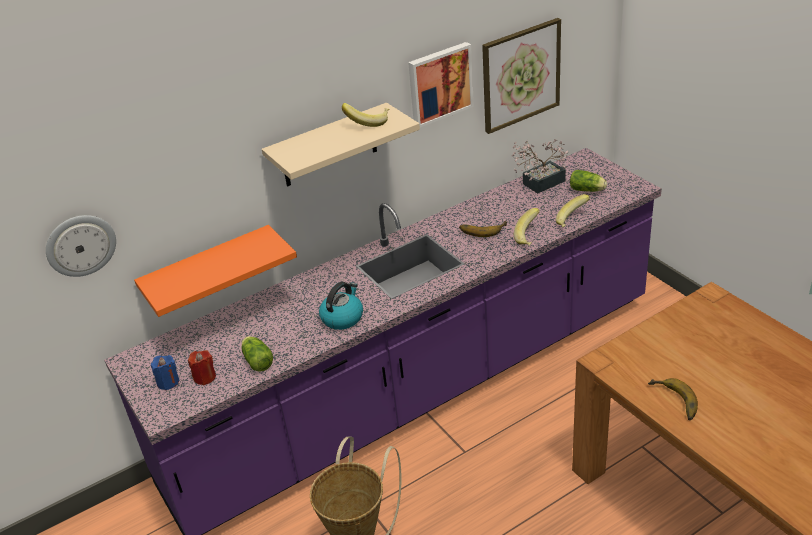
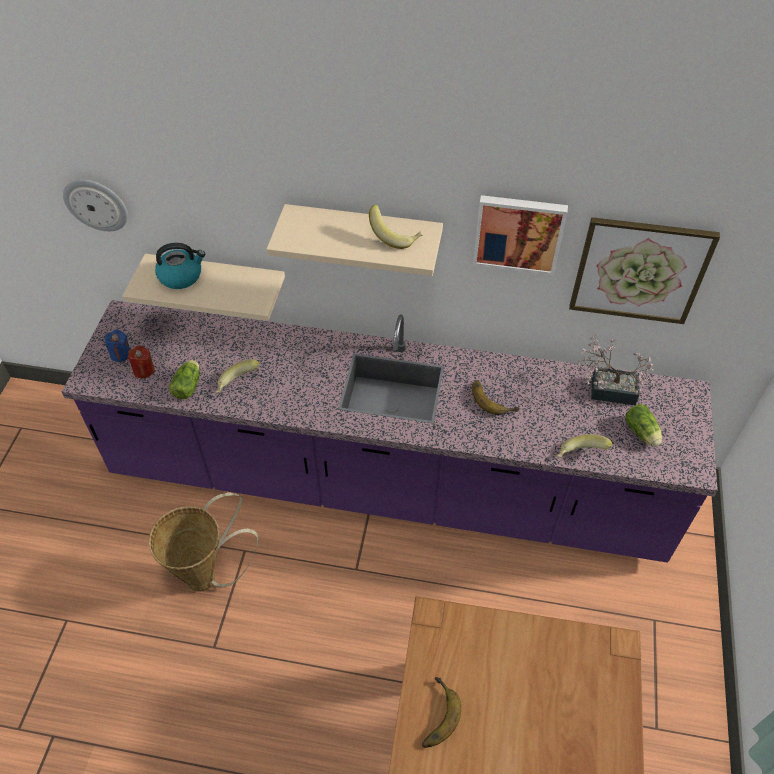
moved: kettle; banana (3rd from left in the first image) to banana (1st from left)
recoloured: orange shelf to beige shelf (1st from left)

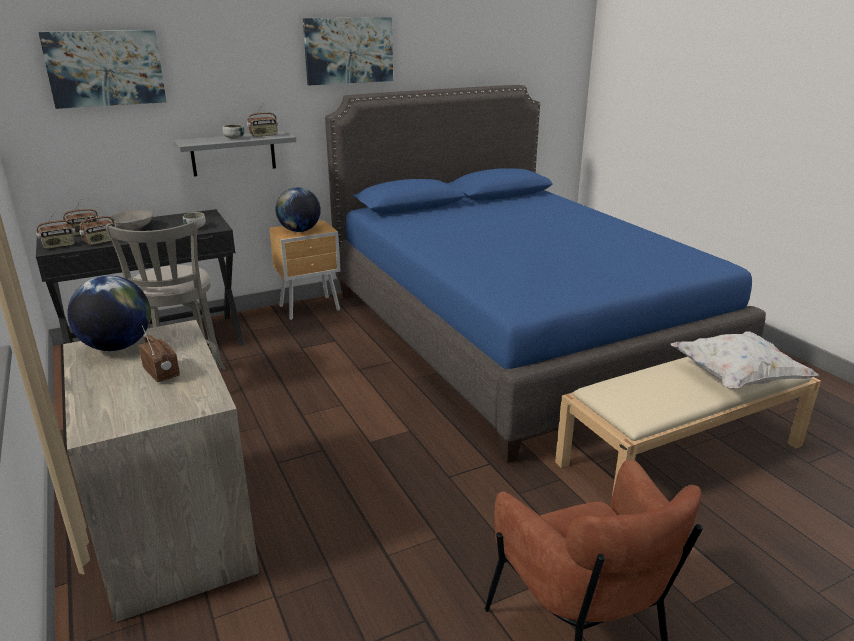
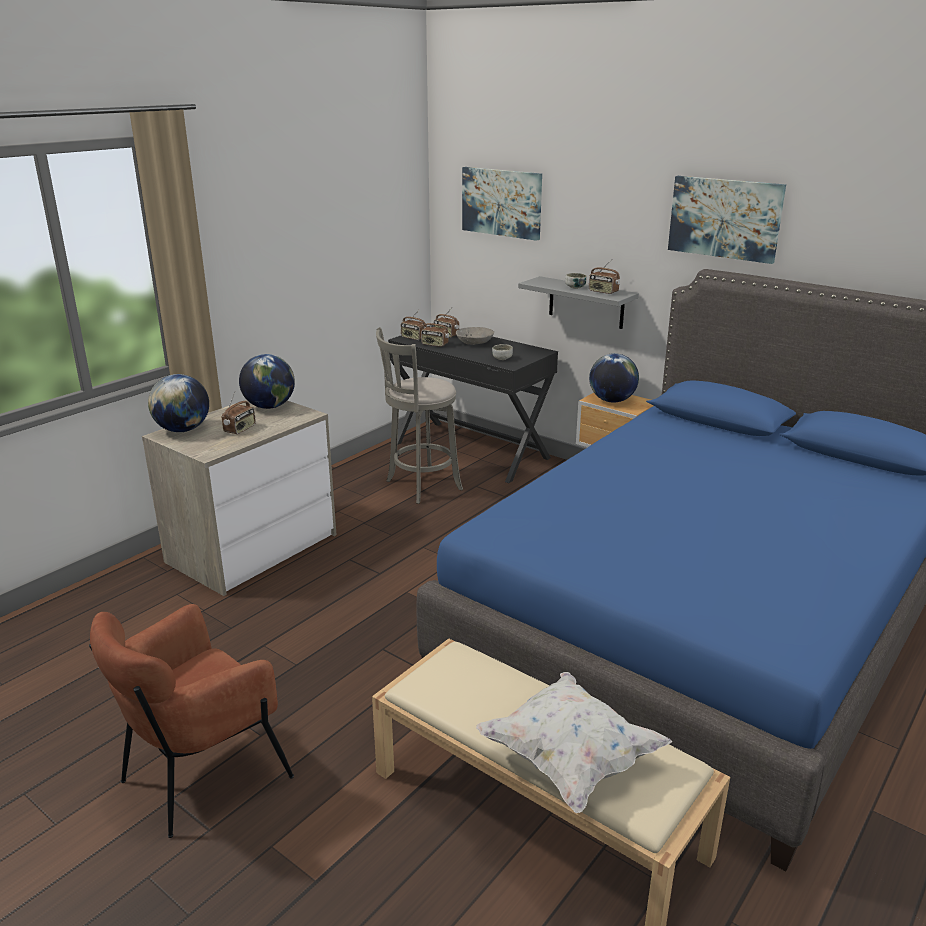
added: globe (1st from left)

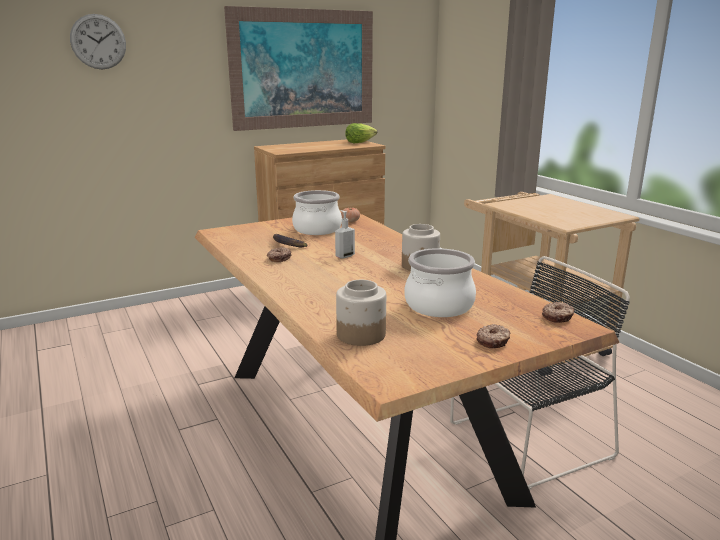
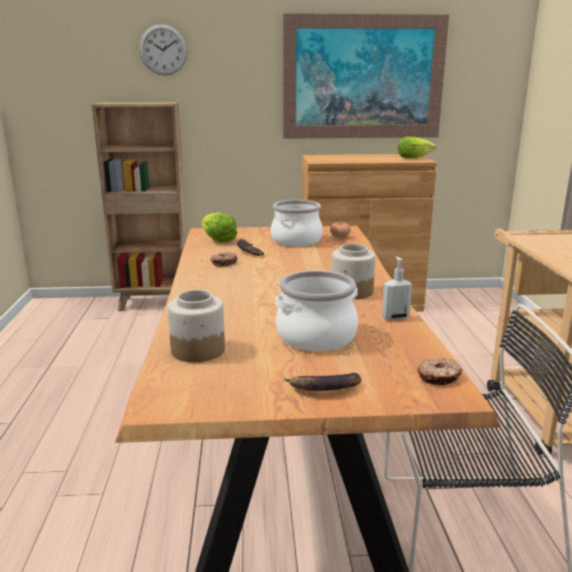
added: brown bookcase; lettuce (1st from left)
moved: soap dispenser
replaced: donut (2nd from left) to banana (2nd from left)

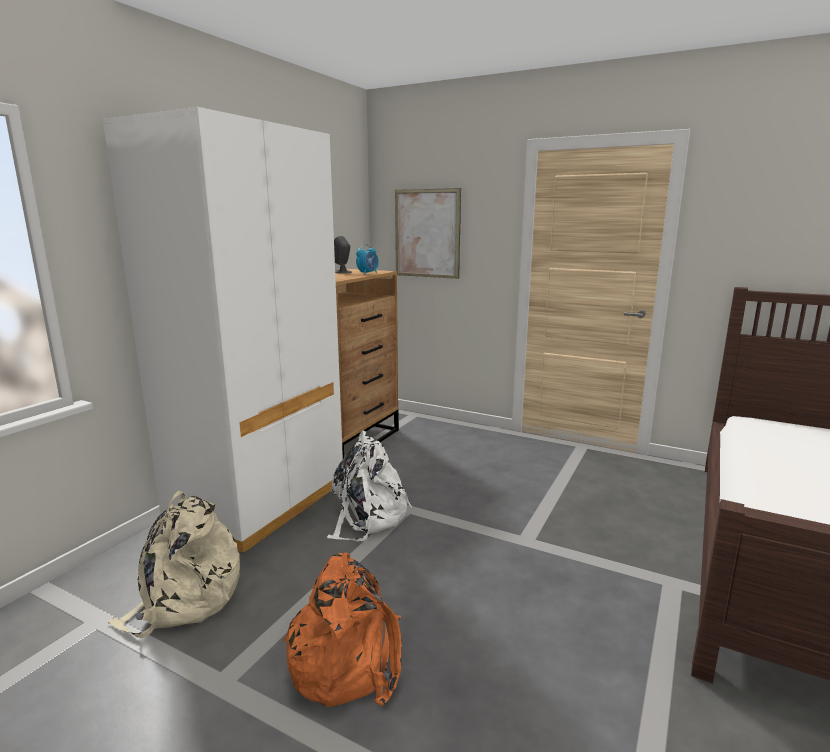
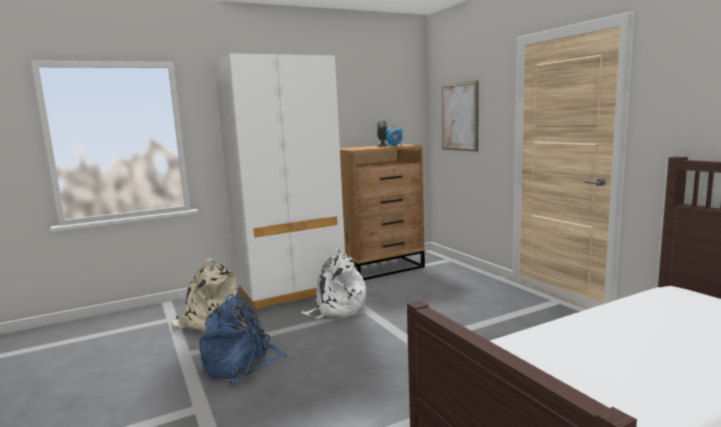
recoloured: orange backpack to blue backpack

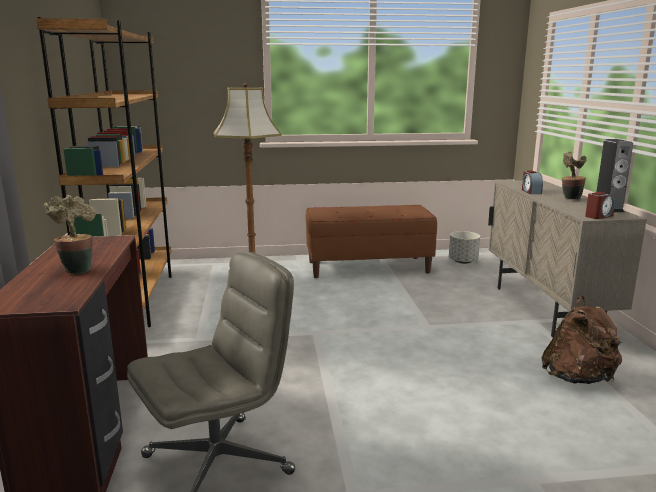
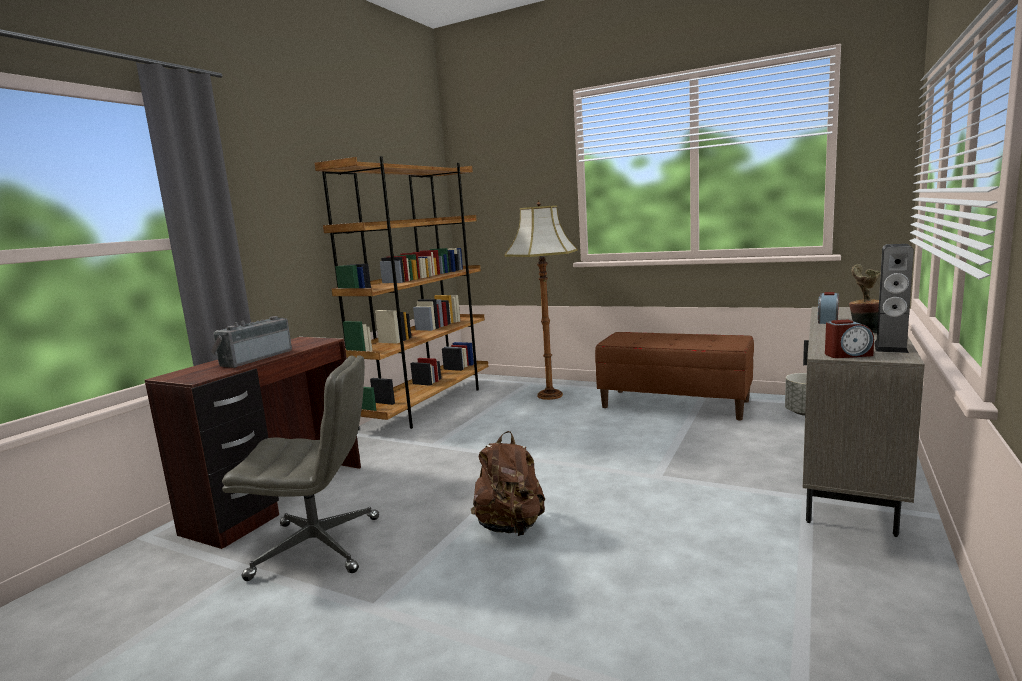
moved: brown backpack
replaced: potted plant (1st from left) to radio

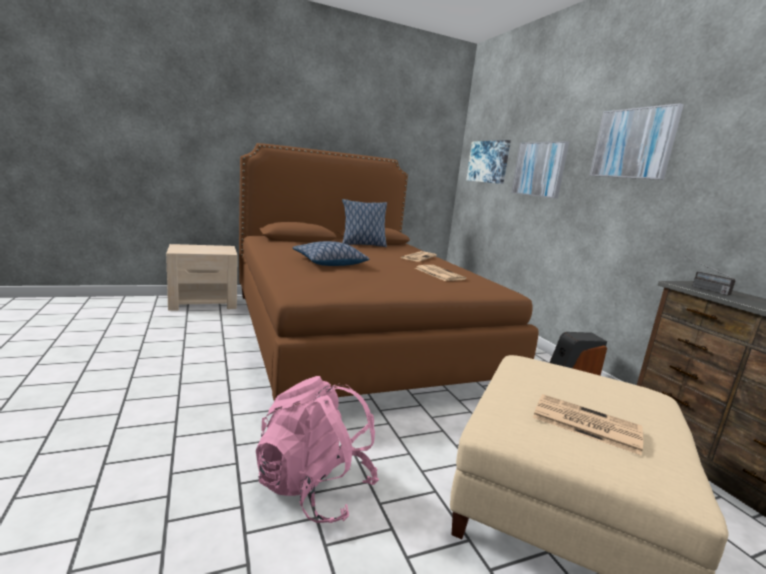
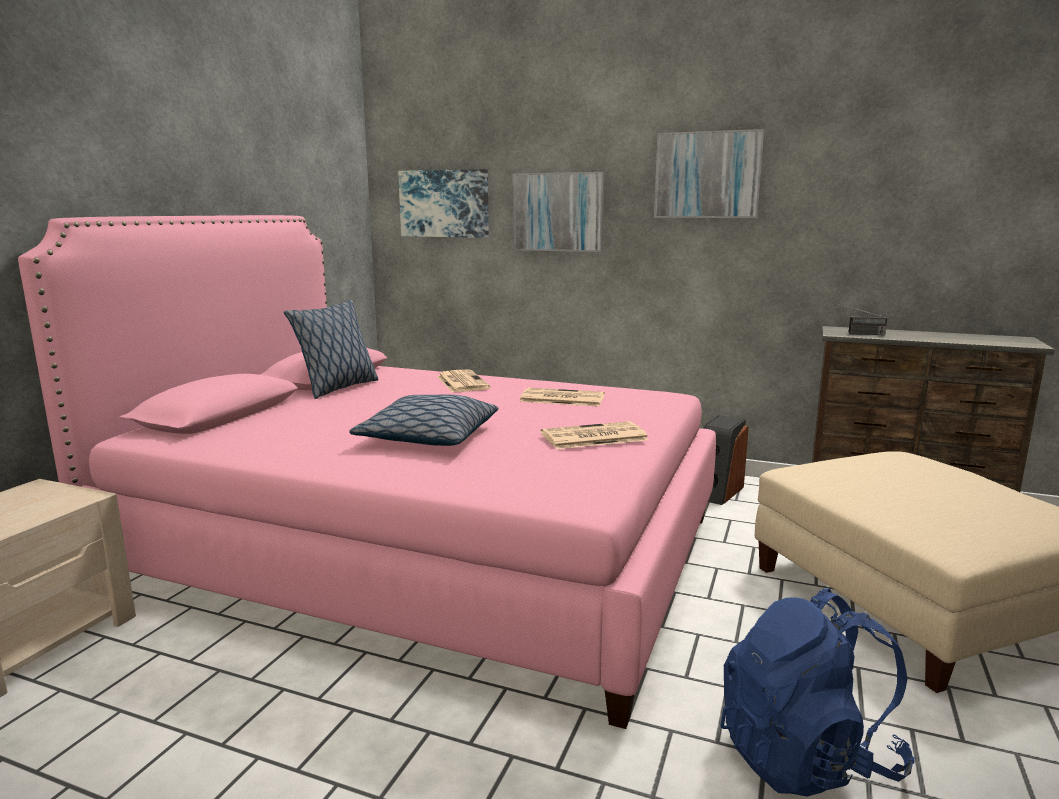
moved: newspaper (3rd from left)
recoloured: brown bed to pink bed; pink backpack to blue backpack

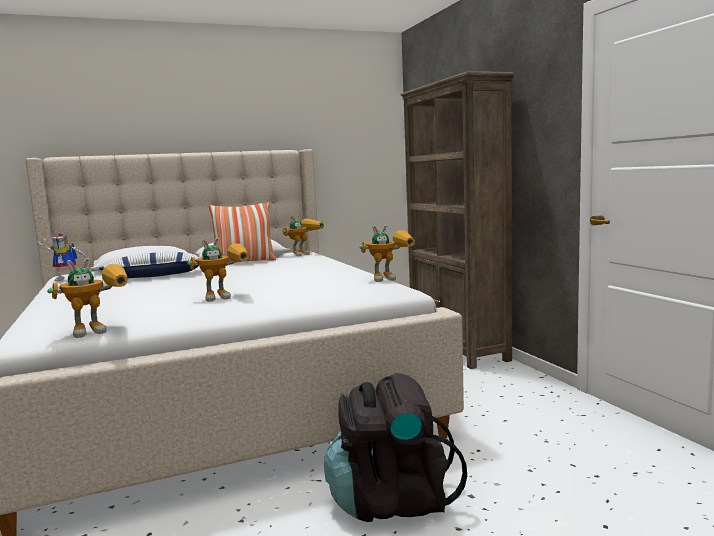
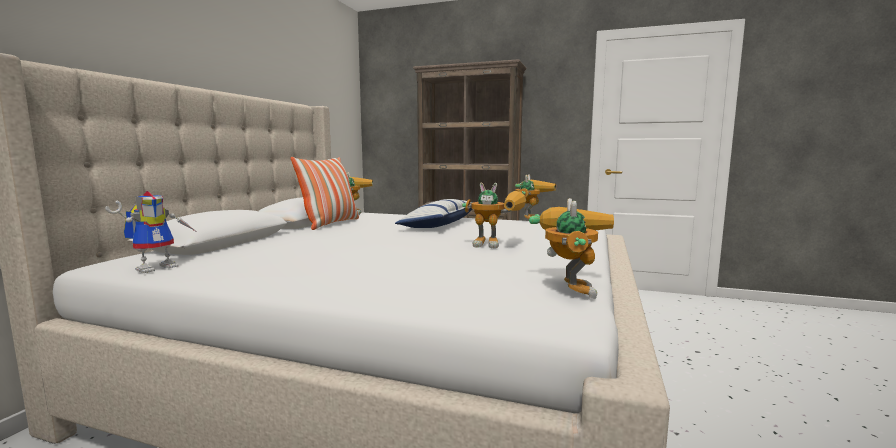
removed: black backpack
moved: pillow (1st from left in the first image) to pillow (2nd from left)
turned: toy robot (3rd from left) 90 degrees clockwise

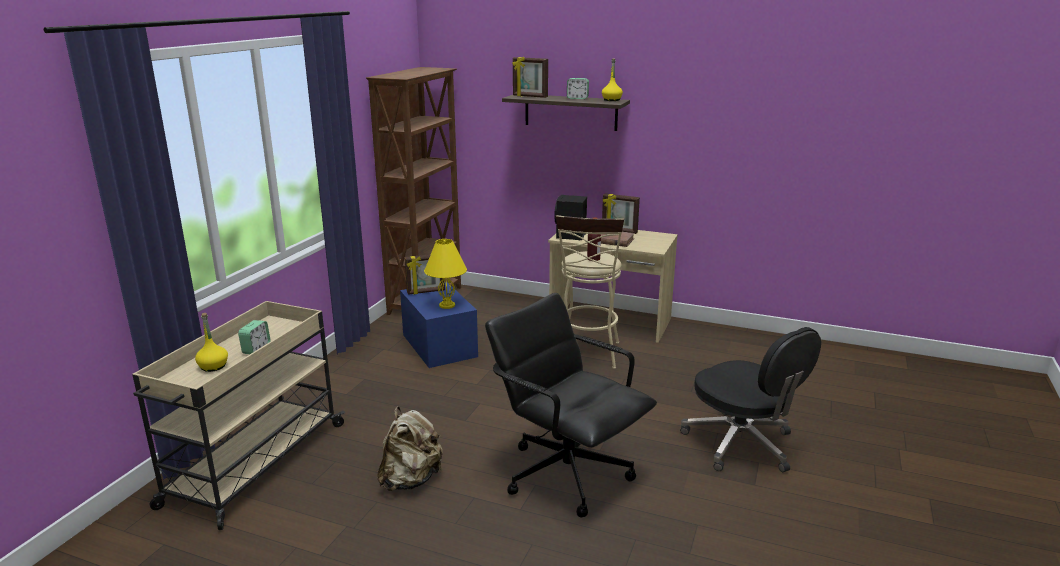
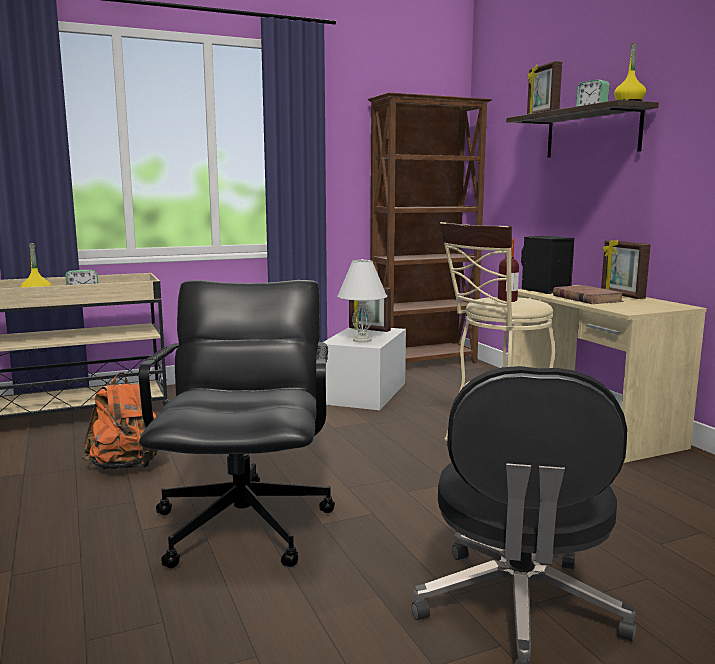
recoloured: beige backpack to orange backpack; blue storage box to white storage box; yellow table lamp to white table lamp

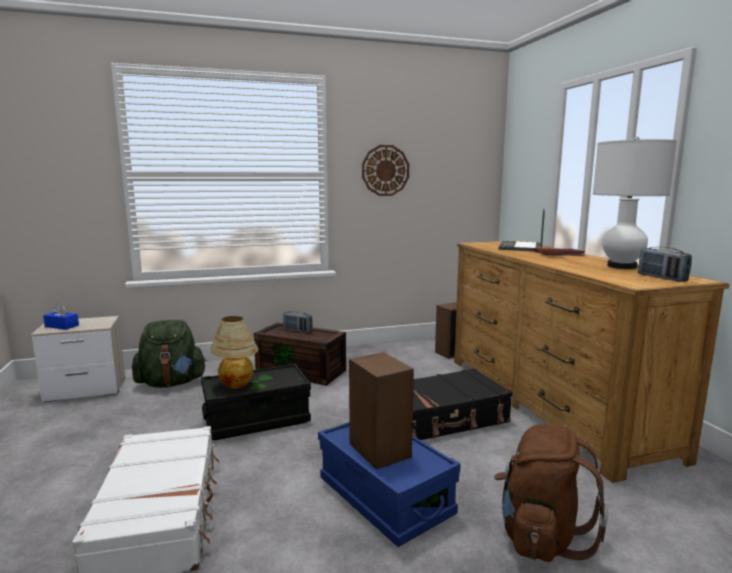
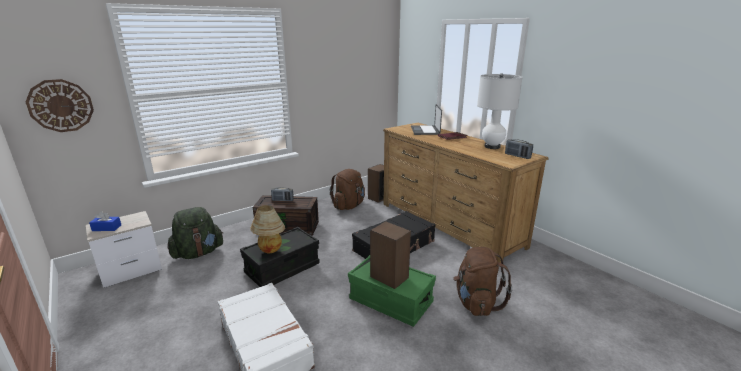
added: brown backpack (1st from left)
moved: wall clock
recoloured: blue storage box to green storage box

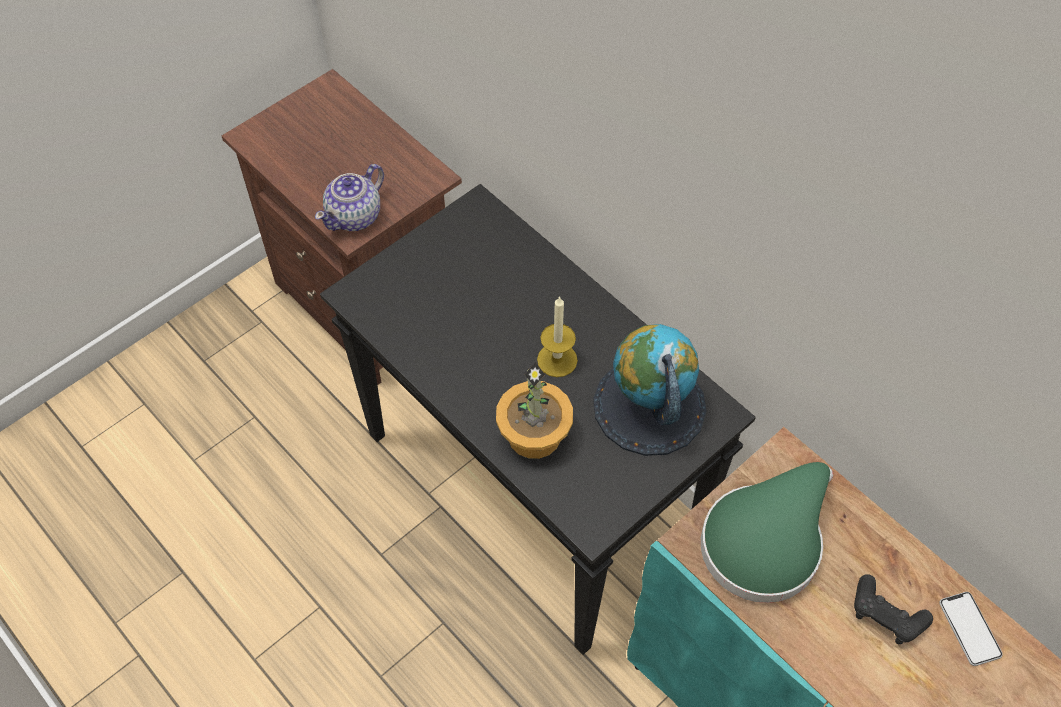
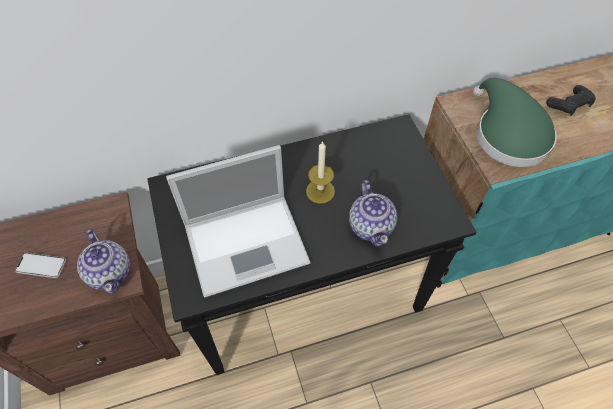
removed: globe
added: laptop
moved: phone
replaced: potted plant to teapot (2nd from left)

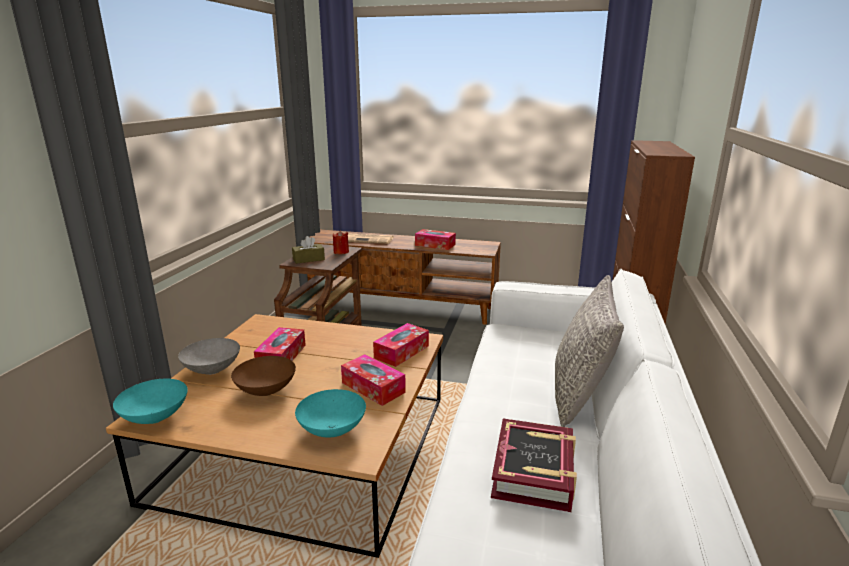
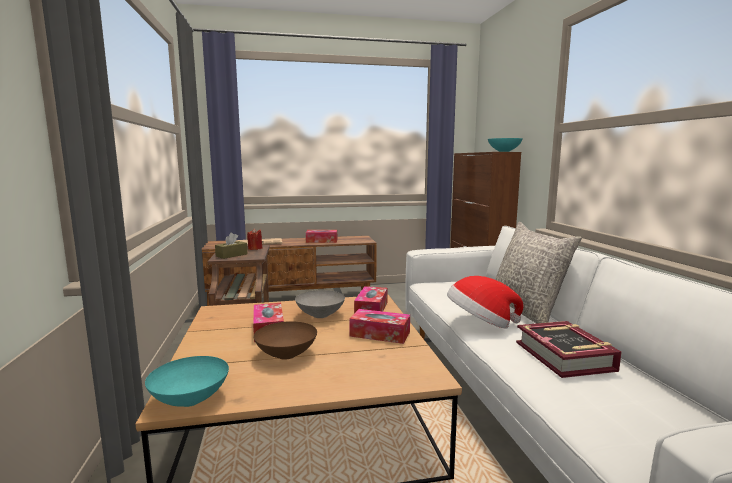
added: hat
moved: grey bowl; turquoise bowl (2nd from left)

